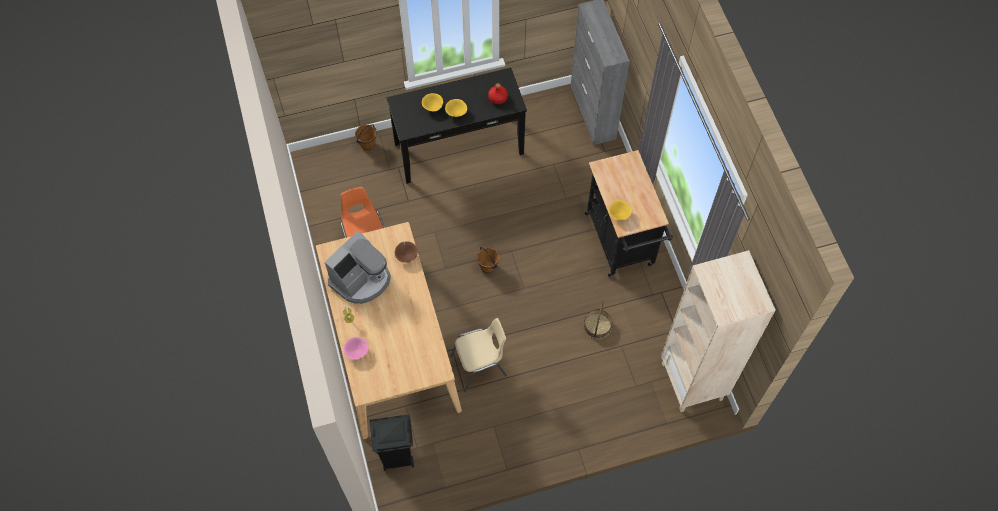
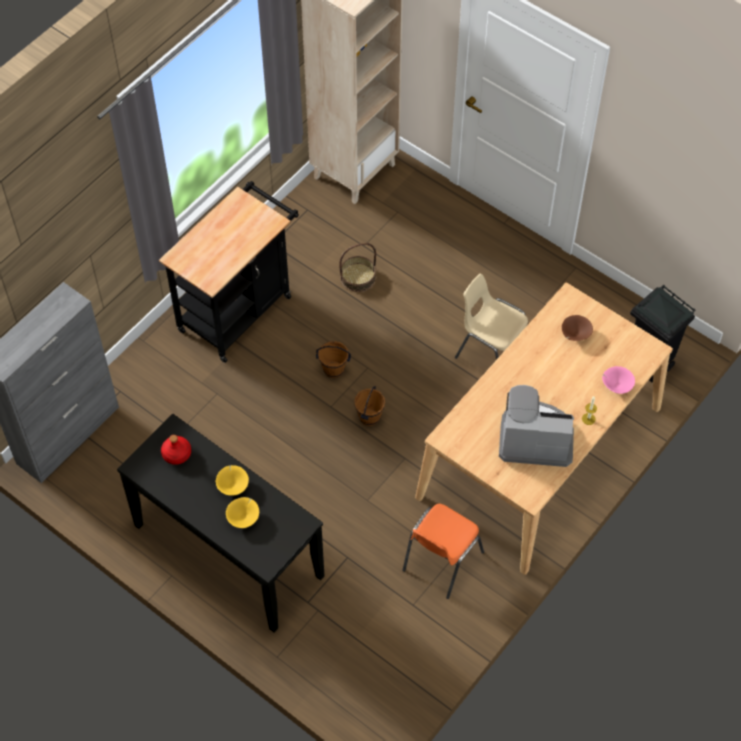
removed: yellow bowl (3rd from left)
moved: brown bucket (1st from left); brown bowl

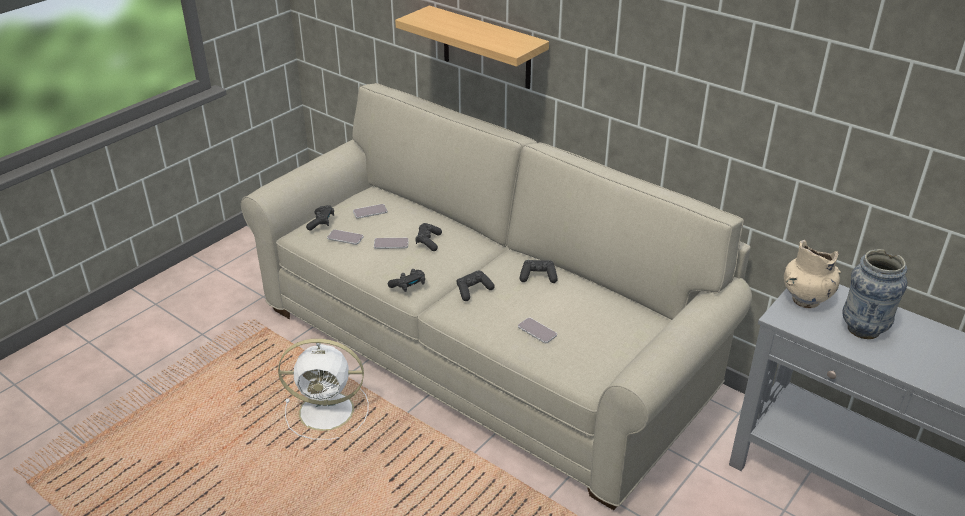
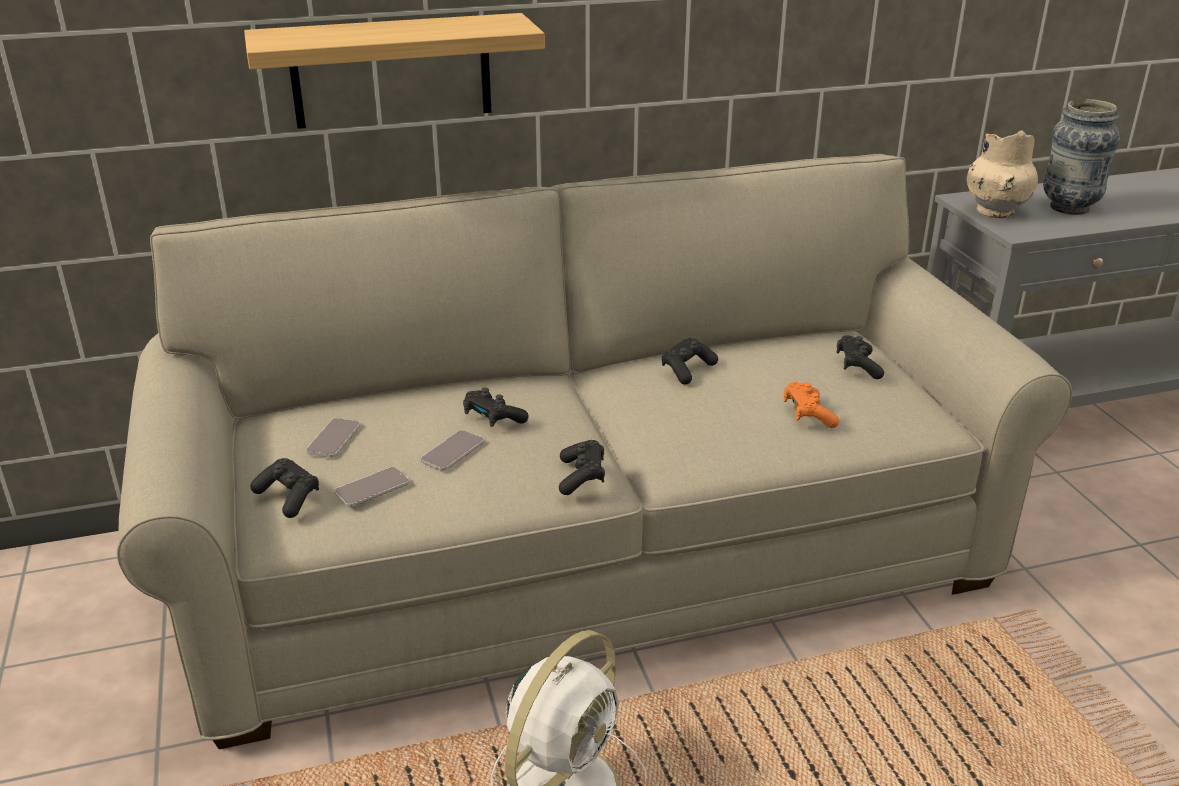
moved: black game controller (4th from left in the first image) to black game controller (5th from left)
replaced: phone (4th from left) to orange game controller

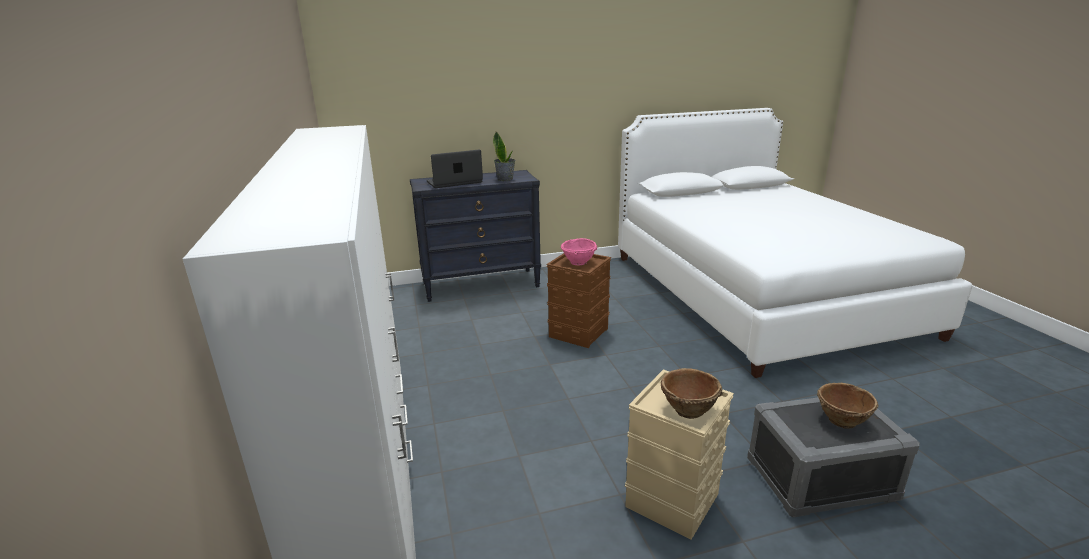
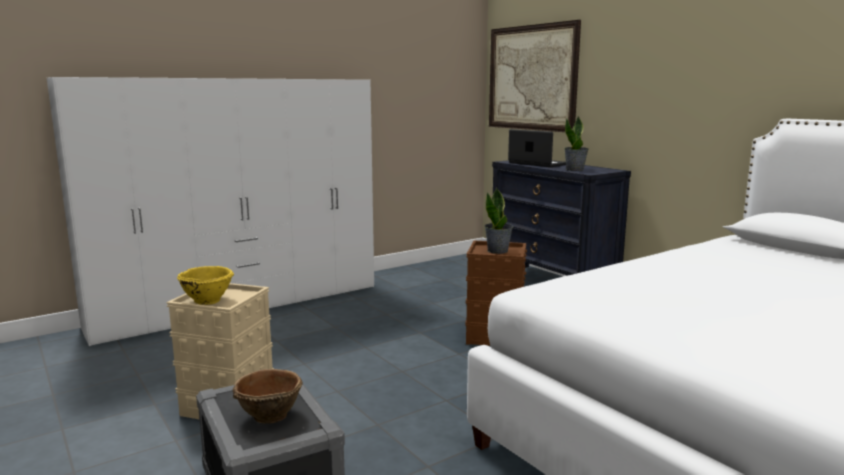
added: picture
replaced: pink bowl to potted plant (1st from left)
recoloured: brown bowl (1st from left) to yellow bowl

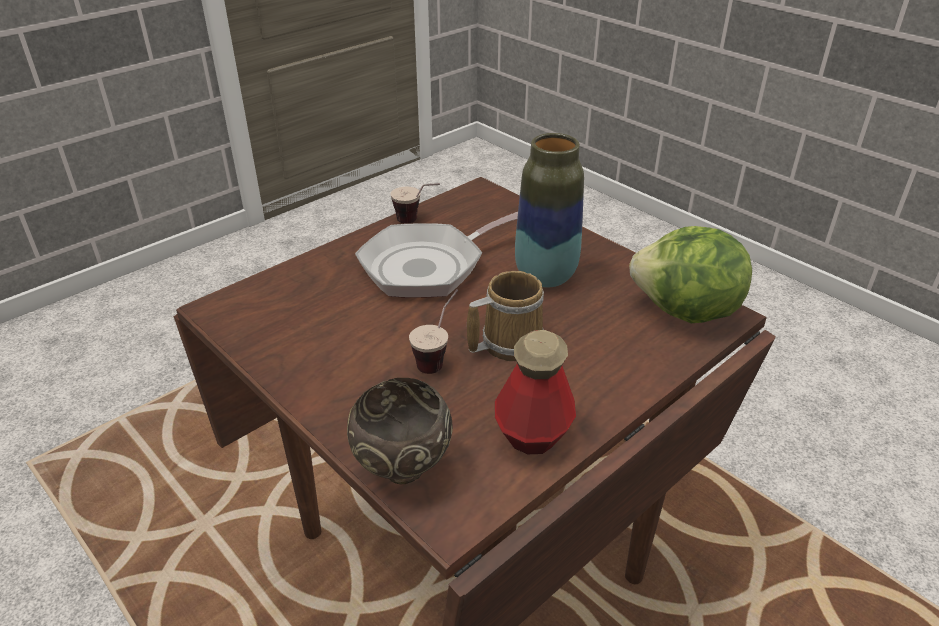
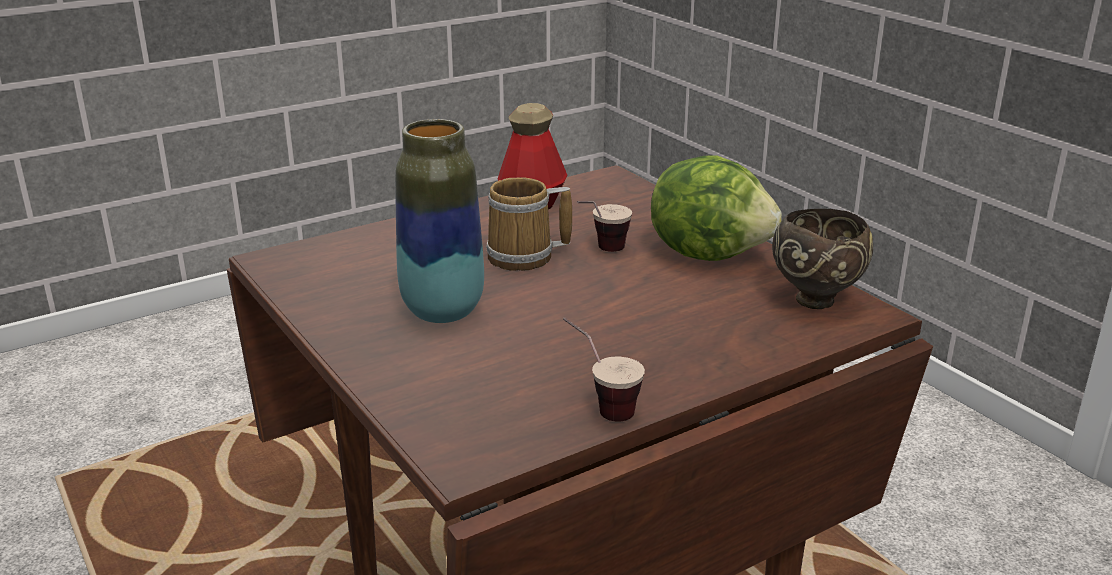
removed: frying pan
moved: lettuce; brown bowl

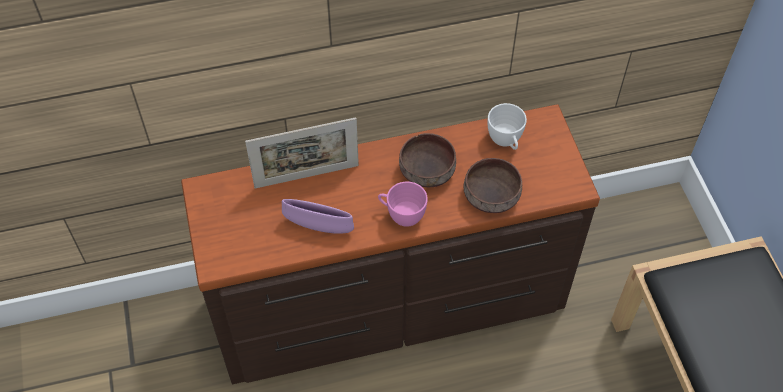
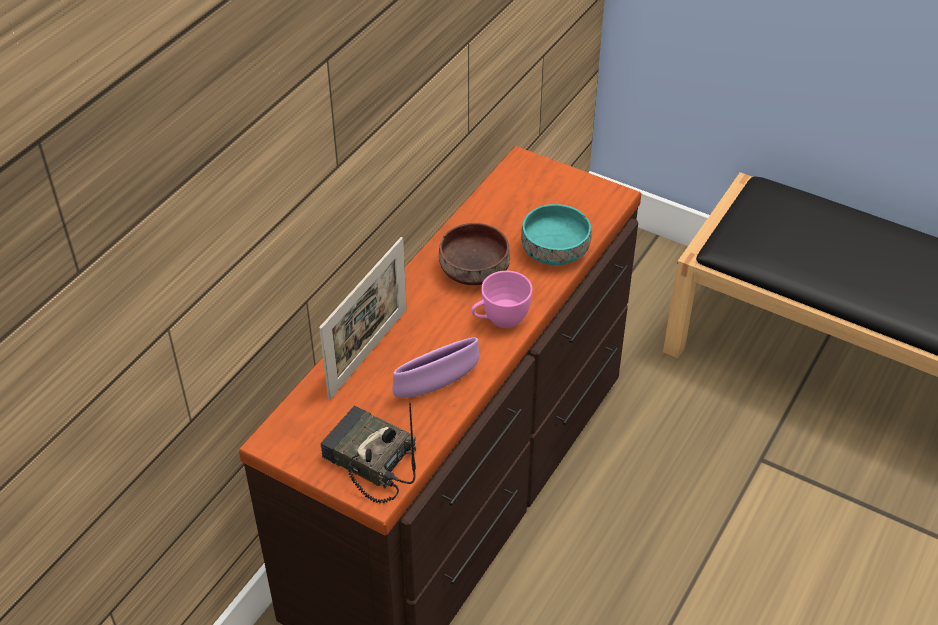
removed: white cup
added: radio
recoloured: brown bowl (2nd from left) to turquoise bowl

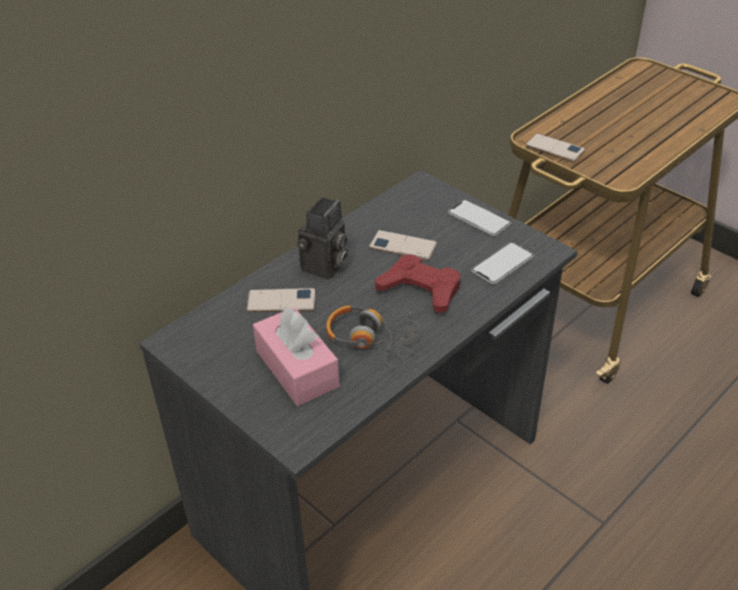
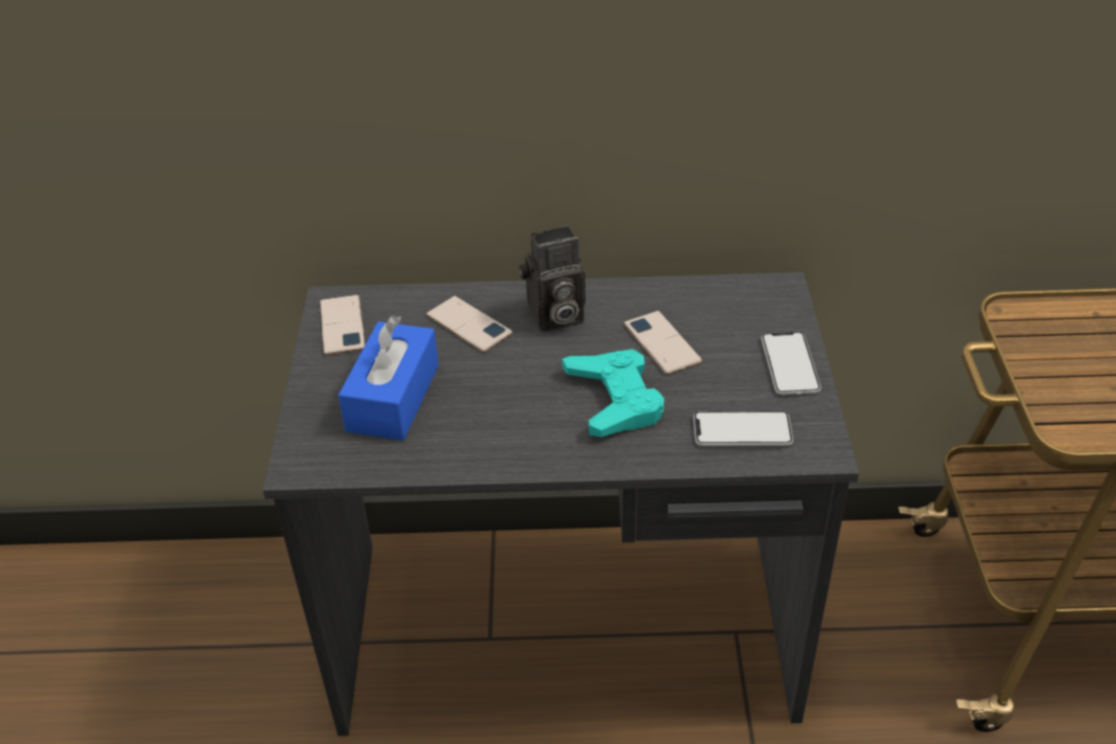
removed: headphones
moved: phone (5th from left in the first image) to phone (1st from left)
recoloured: pink tissue box to blue tissue box; red game controller to turquoise game controller

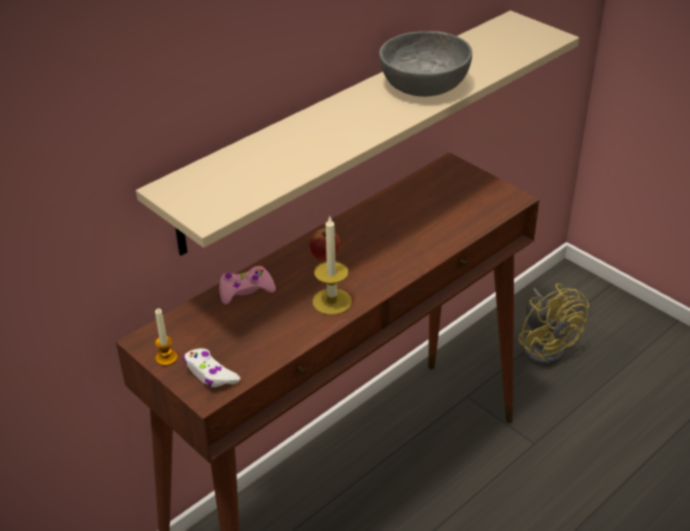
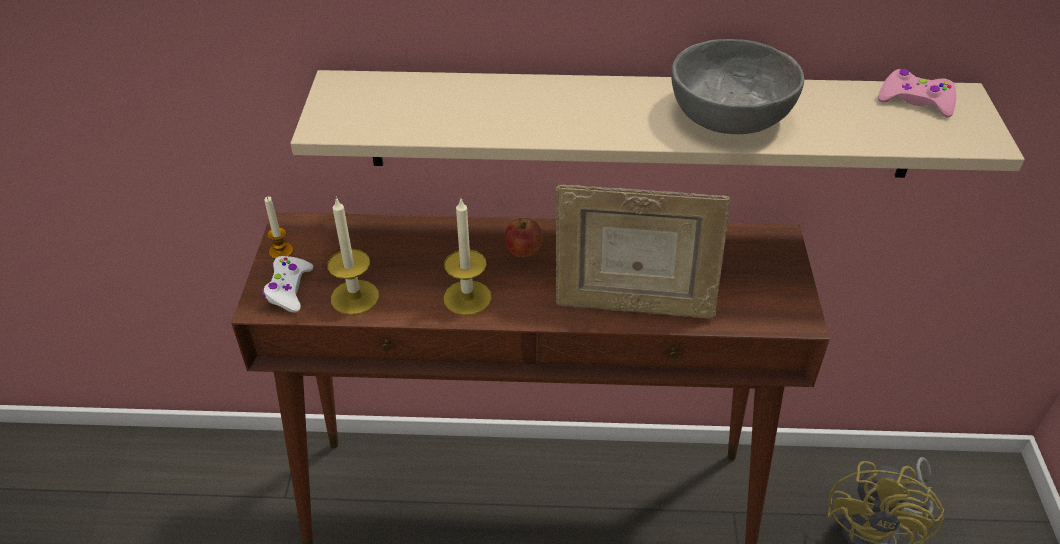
added: candle (2nd from left); picture frame
moved: pink game controller

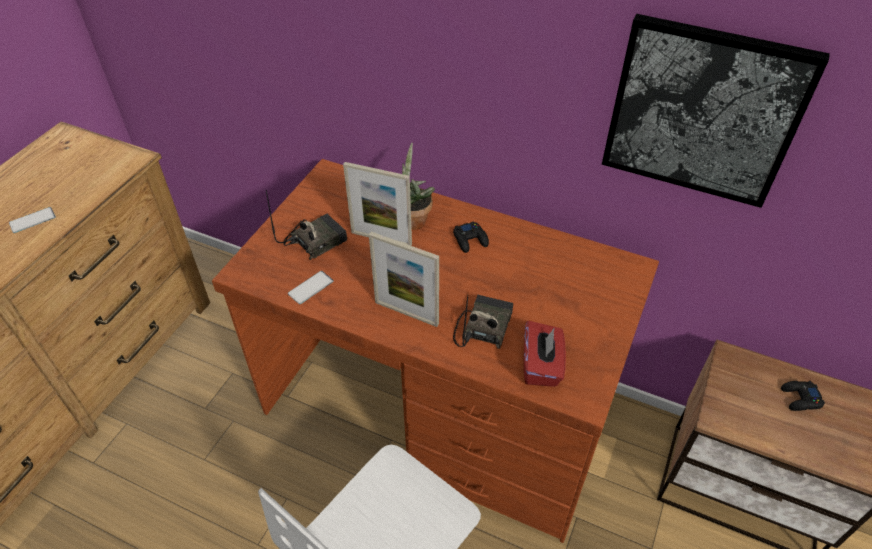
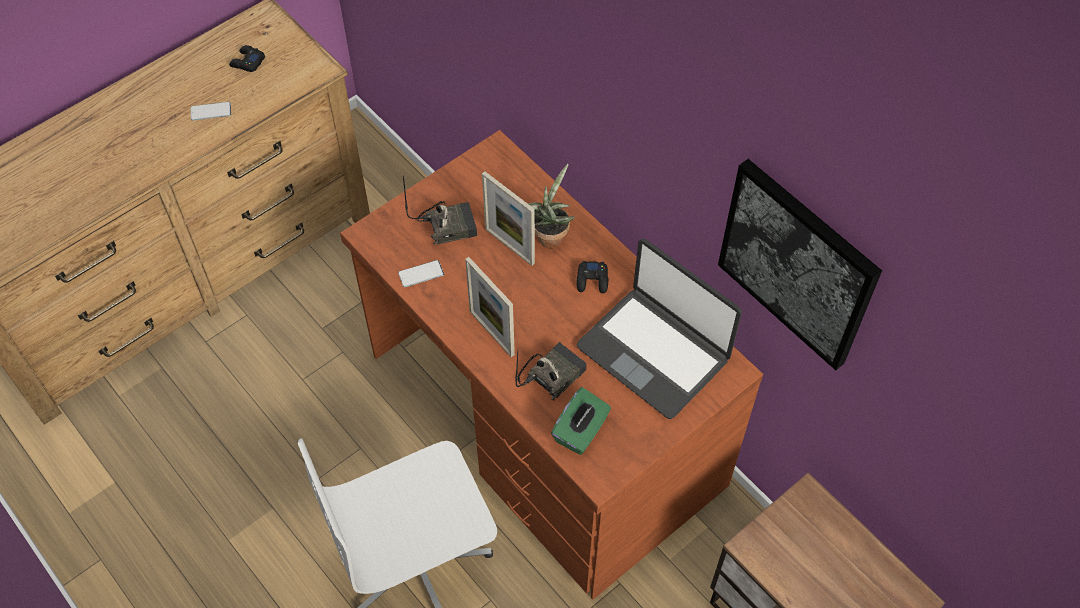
added: laptop
moved: black game controller (2nd from left in the first image) to black game controller (1st from left)
recoloured: red tissue box to green tissue box

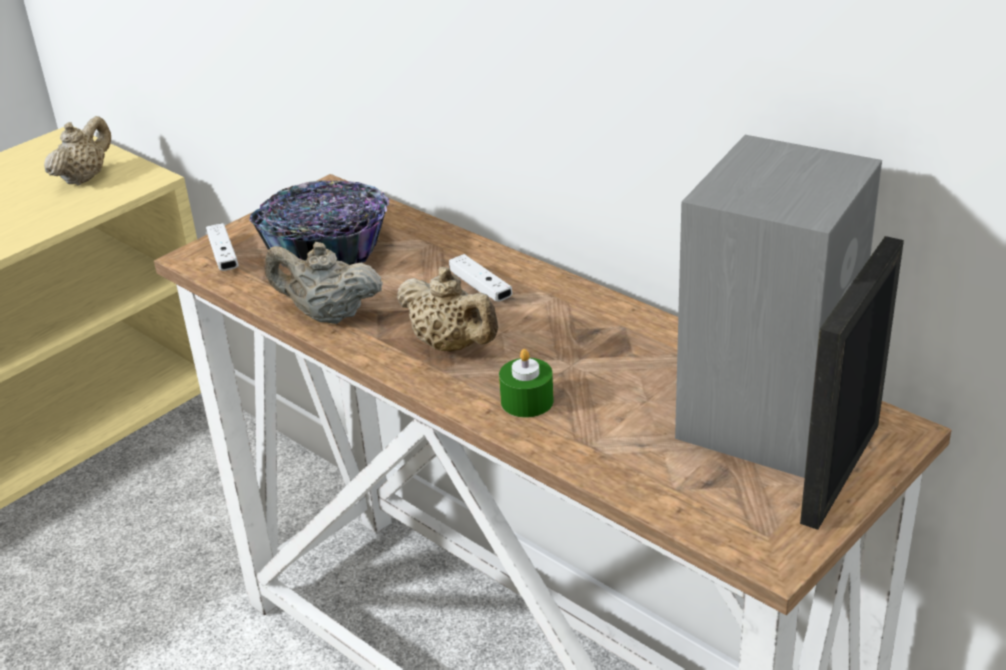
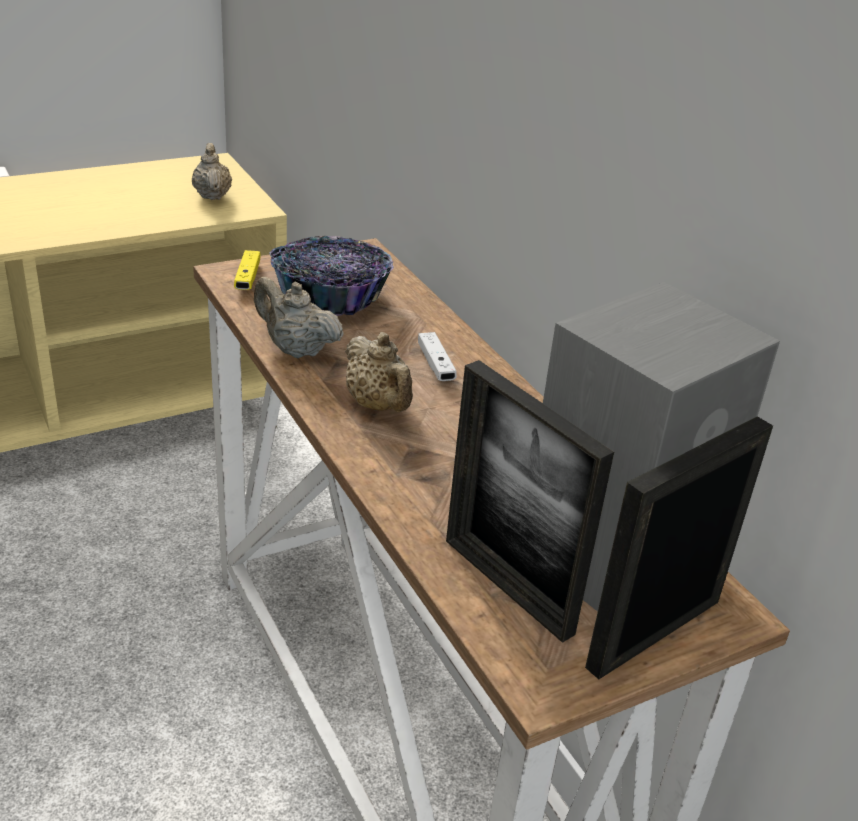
removed: green candle
added: picture frame (1st from left)
recoloured: white game controller (1st from left) to yellow game controller
turned: beige teapot (1st from left) 60 degrees counterclockwise

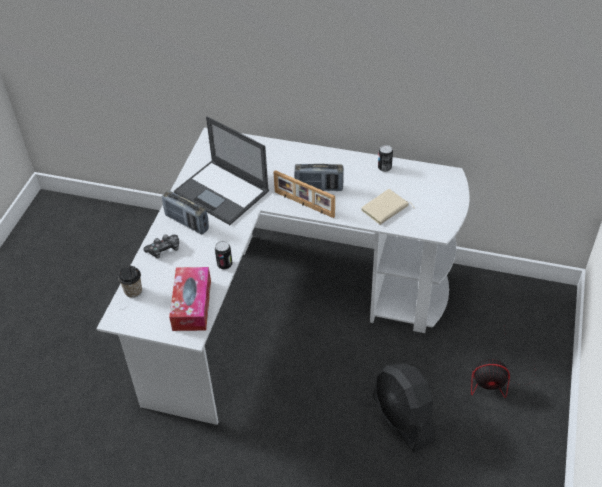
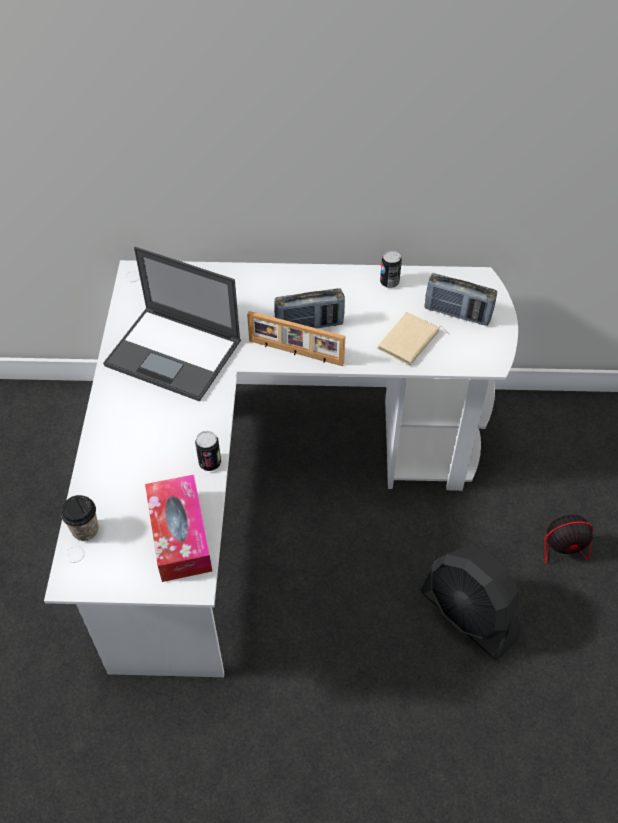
removed: game controller
moved: radio (1st from left in the first image) to radio (2nd from left)

